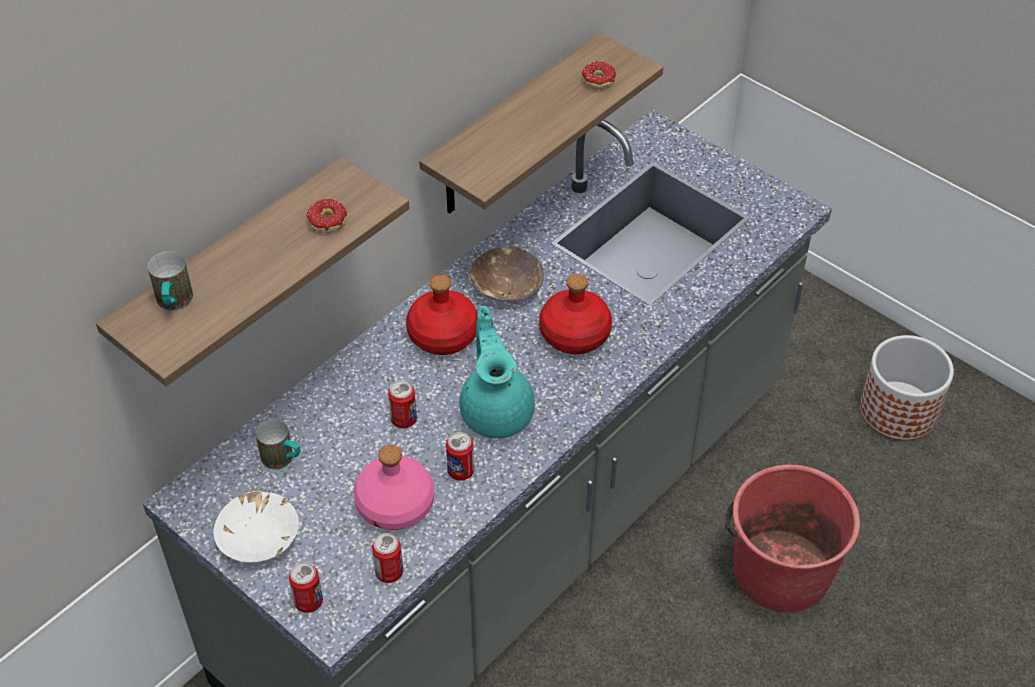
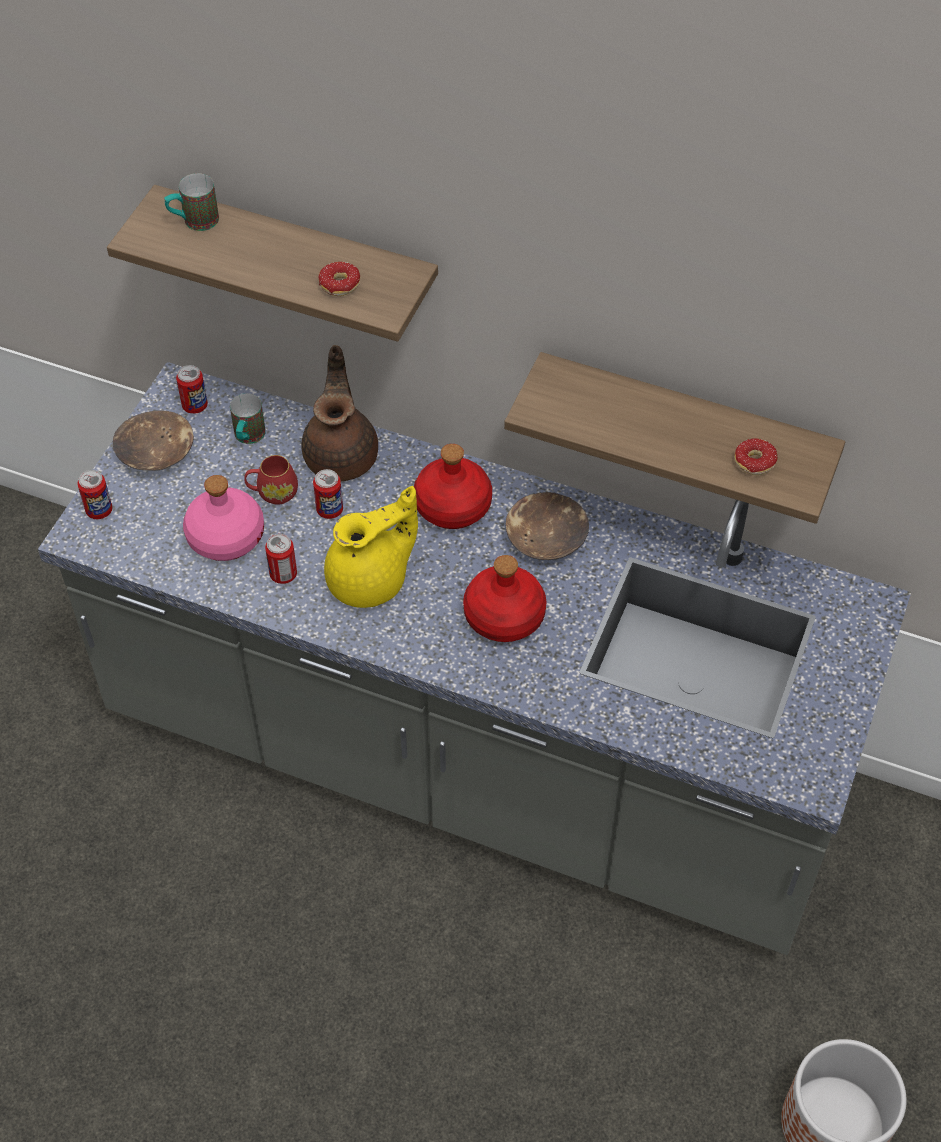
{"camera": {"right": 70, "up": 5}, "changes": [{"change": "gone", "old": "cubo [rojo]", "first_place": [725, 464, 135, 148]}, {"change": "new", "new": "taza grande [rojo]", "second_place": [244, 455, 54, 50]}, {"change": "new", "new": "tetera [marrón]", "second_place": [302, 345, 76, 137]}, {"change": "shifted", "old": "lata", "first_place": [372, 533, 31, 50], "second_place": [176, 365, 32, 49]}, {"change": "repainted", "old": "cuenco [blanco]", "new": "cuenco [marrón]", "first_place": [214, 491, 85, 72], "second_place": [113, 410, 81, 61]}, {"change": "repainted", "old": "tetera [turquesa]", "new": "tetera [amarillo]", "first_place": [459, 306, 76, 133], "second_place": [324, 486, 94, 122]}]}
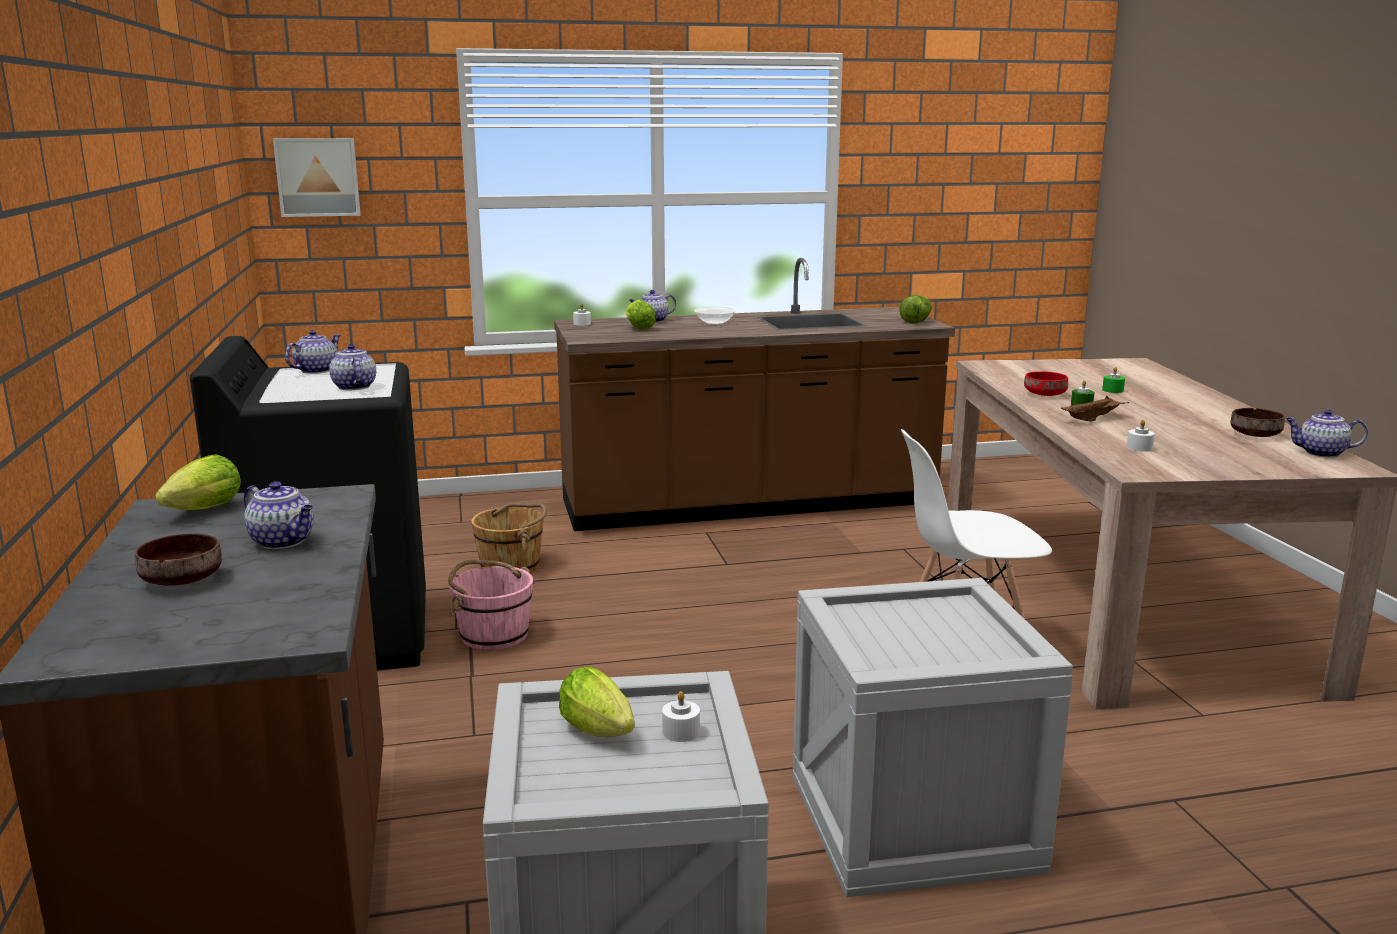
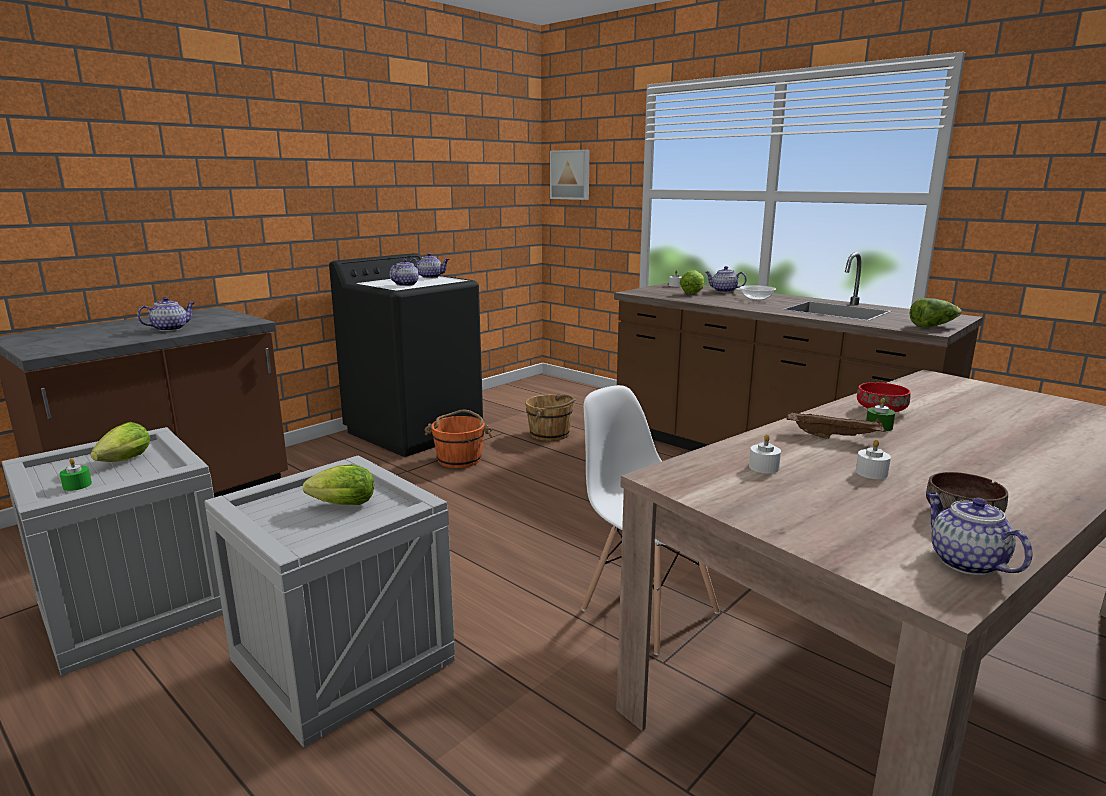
{"camera": {"right": 55, "up": 0}, "changes": [{"change": "gone", "old": "cuenco [marrón]", "first_place": [135, 533, 87, 53]}, {"change": "shifted", "old": "lechuga", "first_place": [155, 454, 86, 56], "second_place": [303, 465, 71, 40]}, {"change": "shifted", "old": "vela [blanco]", "first_place": [662, 691, 38, 51], "second_place": [856, 439, 35, 40]}, {"change": "shifted", "old": "vela [verde]", "first_place": [1102, 367, 23, 26], "second_place": [60, 458, 32, 33]}, {"change": "repainted", "old": "cubo [rosa]", "new": "cubo [naranja]", "first_place": [448, 560, 86, 90], "second_place": [424, 410, 69, 58]}, {"change": "rotated", "old": "tetera", "first_place": [244, 481, 70, 68], "second_place": [137, 297, 58, 34], "degrees": -135}]}
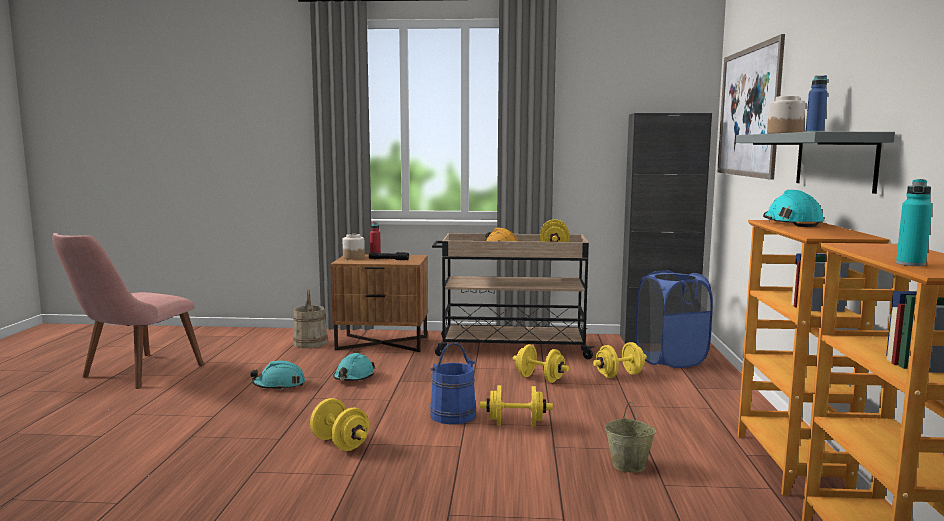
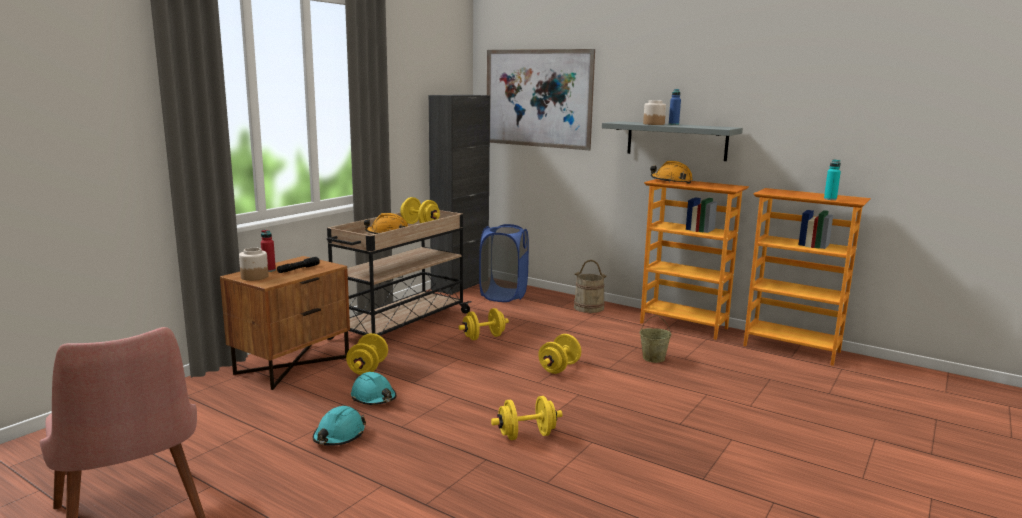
{"camera": {"right": -60, "up": 5}, "changes": [{"change": "gone", "old": "cubo [azul]", "first_place": [430, 342, 46, 82]}, {"change": "shifted", "old": "cubo [beis]", "first_place": [293, 289, 35, 59], "second_place": [574, 260, 33, 53]}, {"change": "shifted", "old": "mancuerna [amarillo]", "first_place": [593, 342, 54, 36], "second_place": [346, 333, 42, 42]}, {"change": "repainted", "old": "casco [turquesa]", "new": "casco [naranja]", "first_place": [763, 190, 61, 37], "second_place": [650, 161, 43, 23]}]}
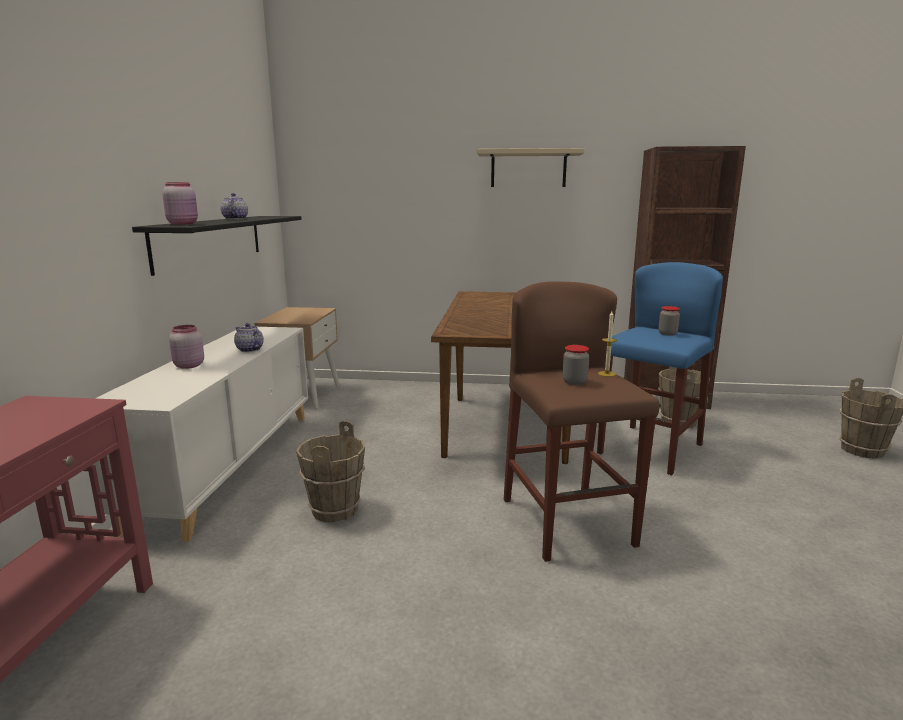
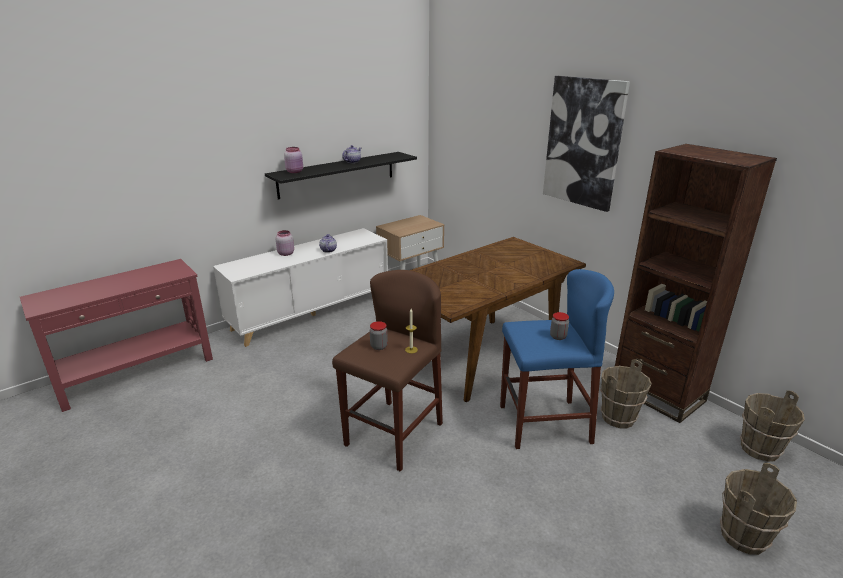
{"camera": {"right": 45, "up": 10}, "changes": [{"change": "shifted", "old": "cubo [marrón]", "first_place": [296, 421, 69, 102], "second_place": [740, 390, 65, 72]}, {"change": "swapped", "old": "estante [beis]", "new": "cuadro", "first_place": [476, 148, 109, 39], "second_place": [543, 76, 87, 136]}]}
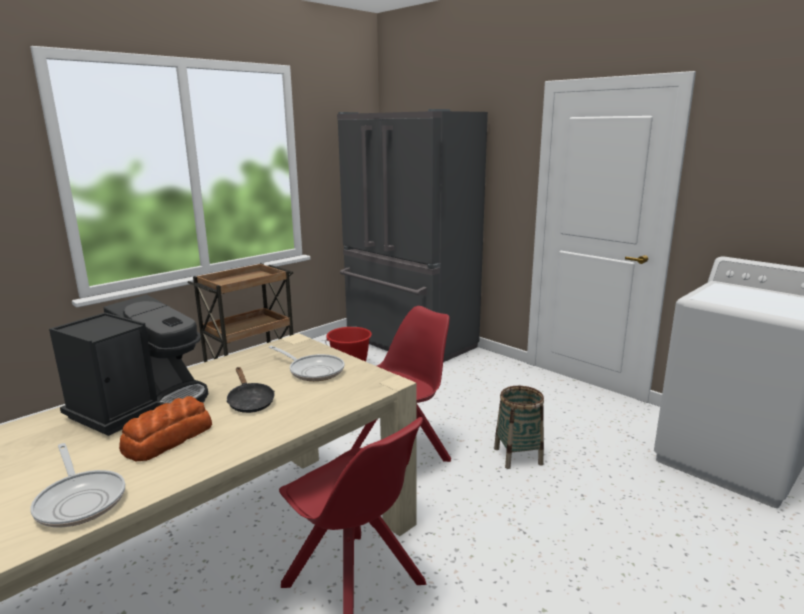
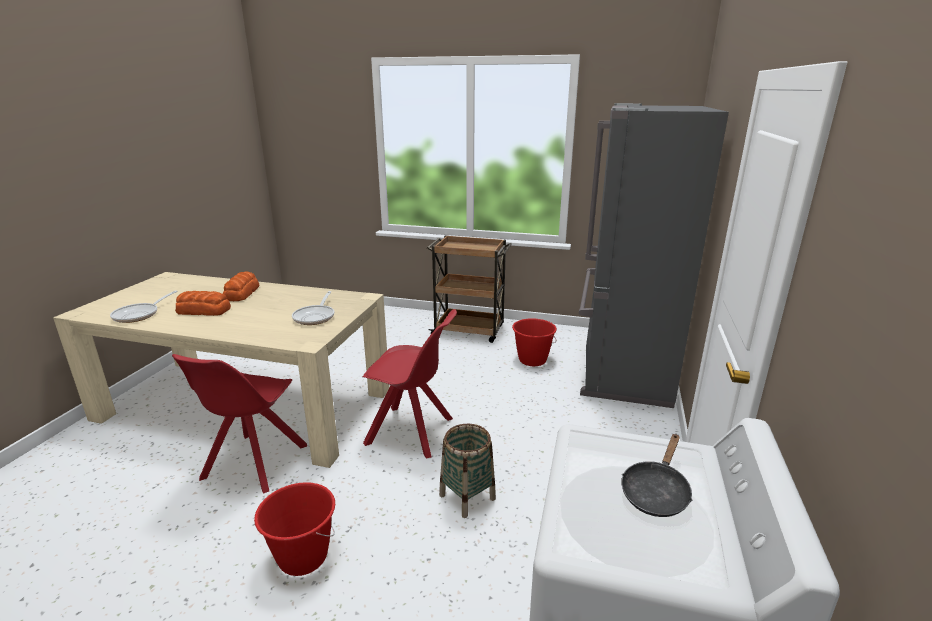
{"camera": {"right": 60, "up": 5}, "changes": [{"change": "new", "new": "cubo [rojo]", "second_place": [254, 482, 81, 94]}, {"change": "shifted", "old": "sartén [negro]", "first_place": [226, 367, 48, 46], "second_place": [621, 434, 71, 83]}, {"change": "swapped", "old": "cafetera", "new": "pan", "first_place": [49, 295, 159, 141], "second_place": [223, 271, 36, 30]}]}
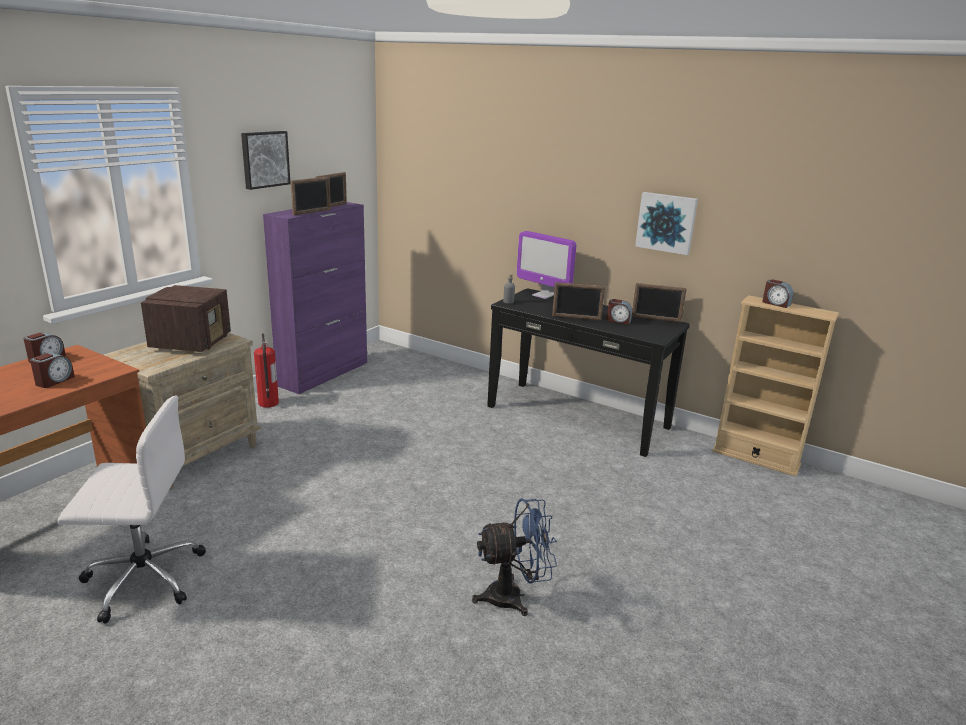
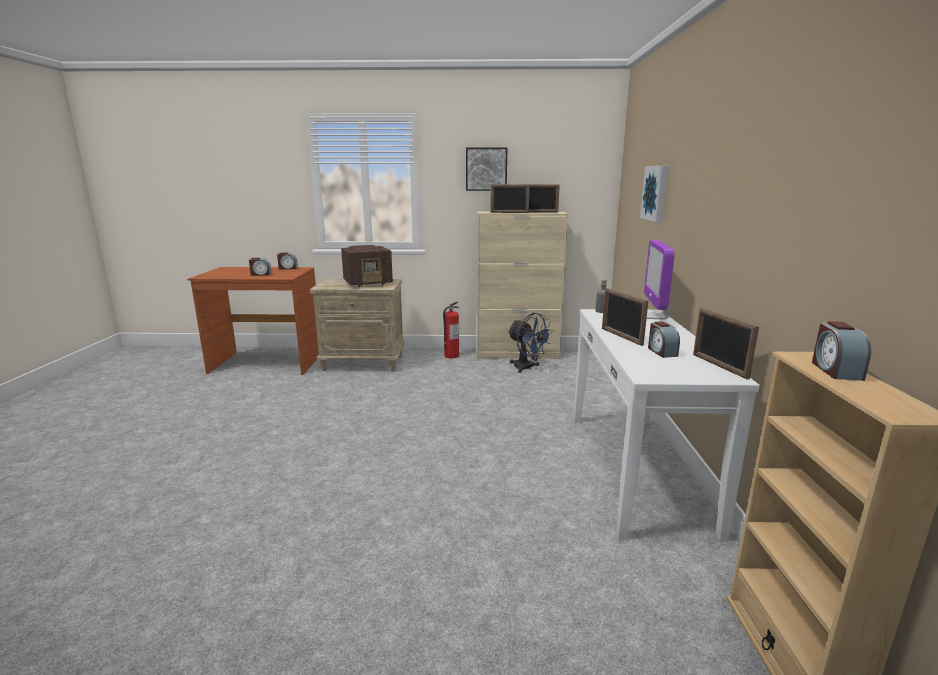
{"camera": {"right": 60, "up": -5}, "changes": [{"change": "gone", "old": "silla de oficina [blanco]", "first_place": [58, 395, 148, 229]}, {"change": "shifted", "old": "ventilador [azul]", "first_place": [472, 498, 85, 118], "second_place": [507, 313, 46, 60]}, {"change": "shifted", "old": "cuadro", "first_place": [635, 192, 63, 63], "second_place": [640, 166, 29, 56]}, {"change": "repainted", "old": "armario [morado]", "new": "armario [beis]", "first_place": [263, 202, 104, 192], "second_place": [477, 212, 91, 147]}, {"change": "repainted", "old": "mesa consola [negro]", "new": "mesa consola [blanco]", "first_place": [487, 288, 203, 169], "second_place": [573, 309, 187, 232]}]}
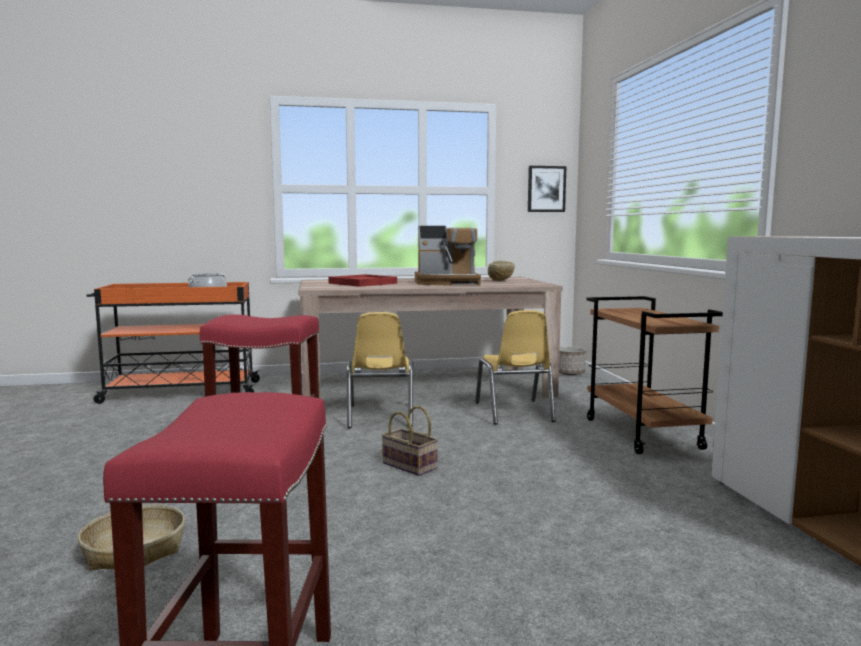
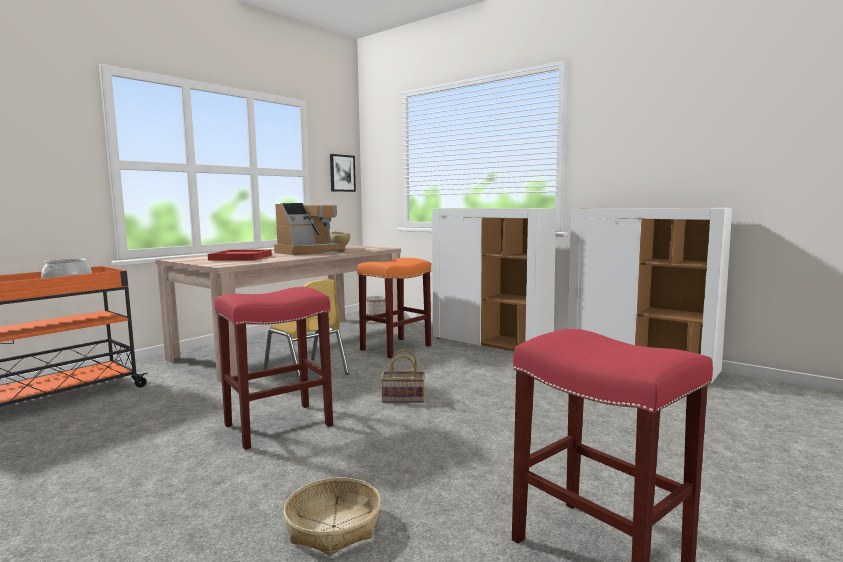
{"camera": {"right": -40, "up": 0}, "changes": [{"change": "swapped", "old": "silla [amarillo]", "new": "taburete [naranja]", "first_place": [475, 310, 81, 114], "second_place": [357, 258, 74, 101]}, {"change": "swapped", "old": "carrito [marrón]", "new": "armario [blanco]", "first_place": [586, 296, 137, 158], "second_place": [432, 208, 124, 144]}]}
